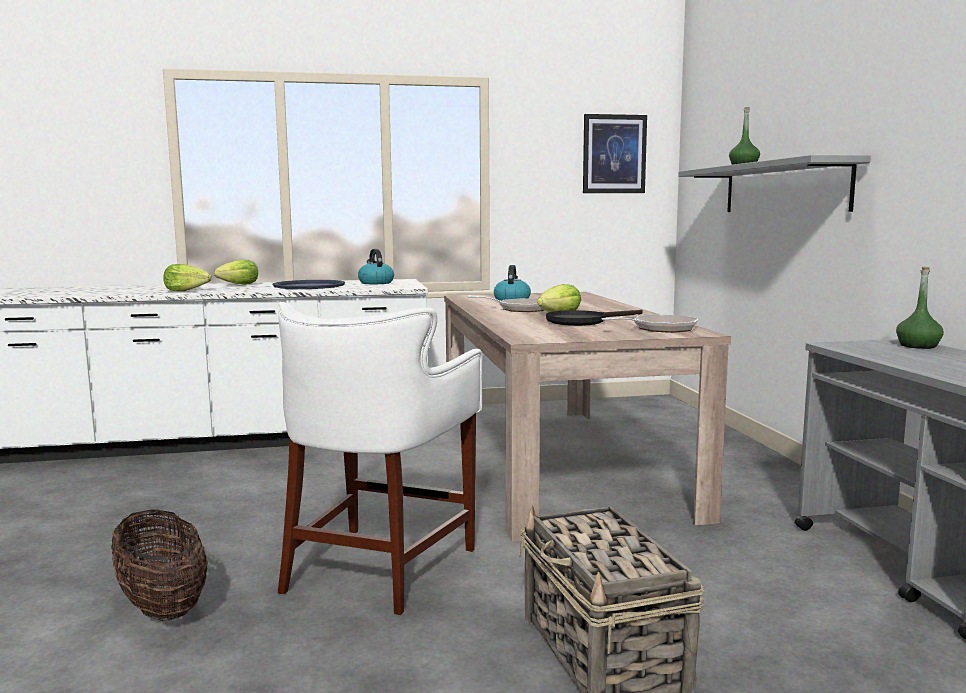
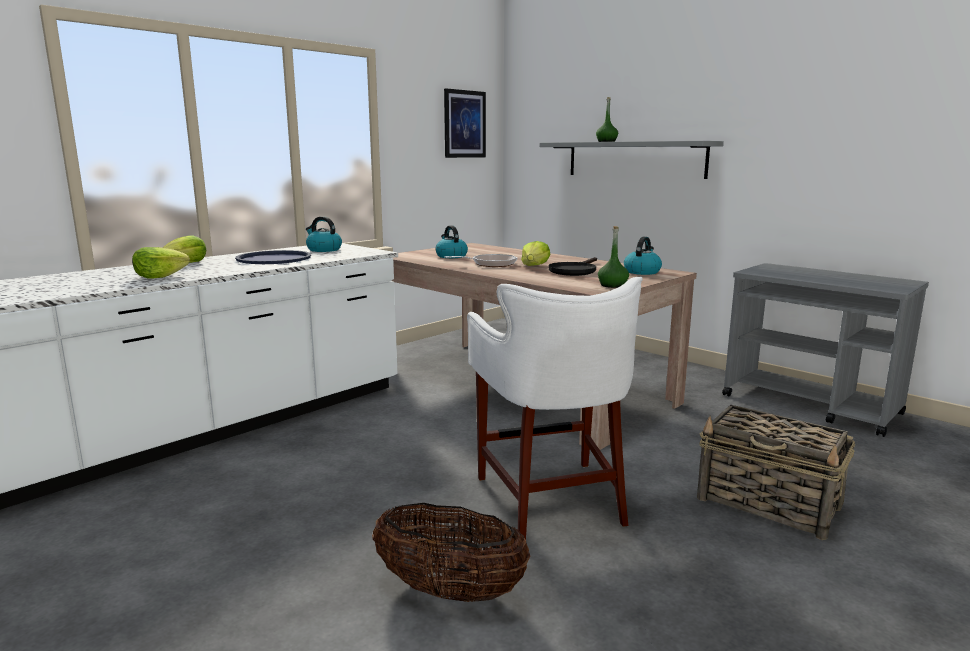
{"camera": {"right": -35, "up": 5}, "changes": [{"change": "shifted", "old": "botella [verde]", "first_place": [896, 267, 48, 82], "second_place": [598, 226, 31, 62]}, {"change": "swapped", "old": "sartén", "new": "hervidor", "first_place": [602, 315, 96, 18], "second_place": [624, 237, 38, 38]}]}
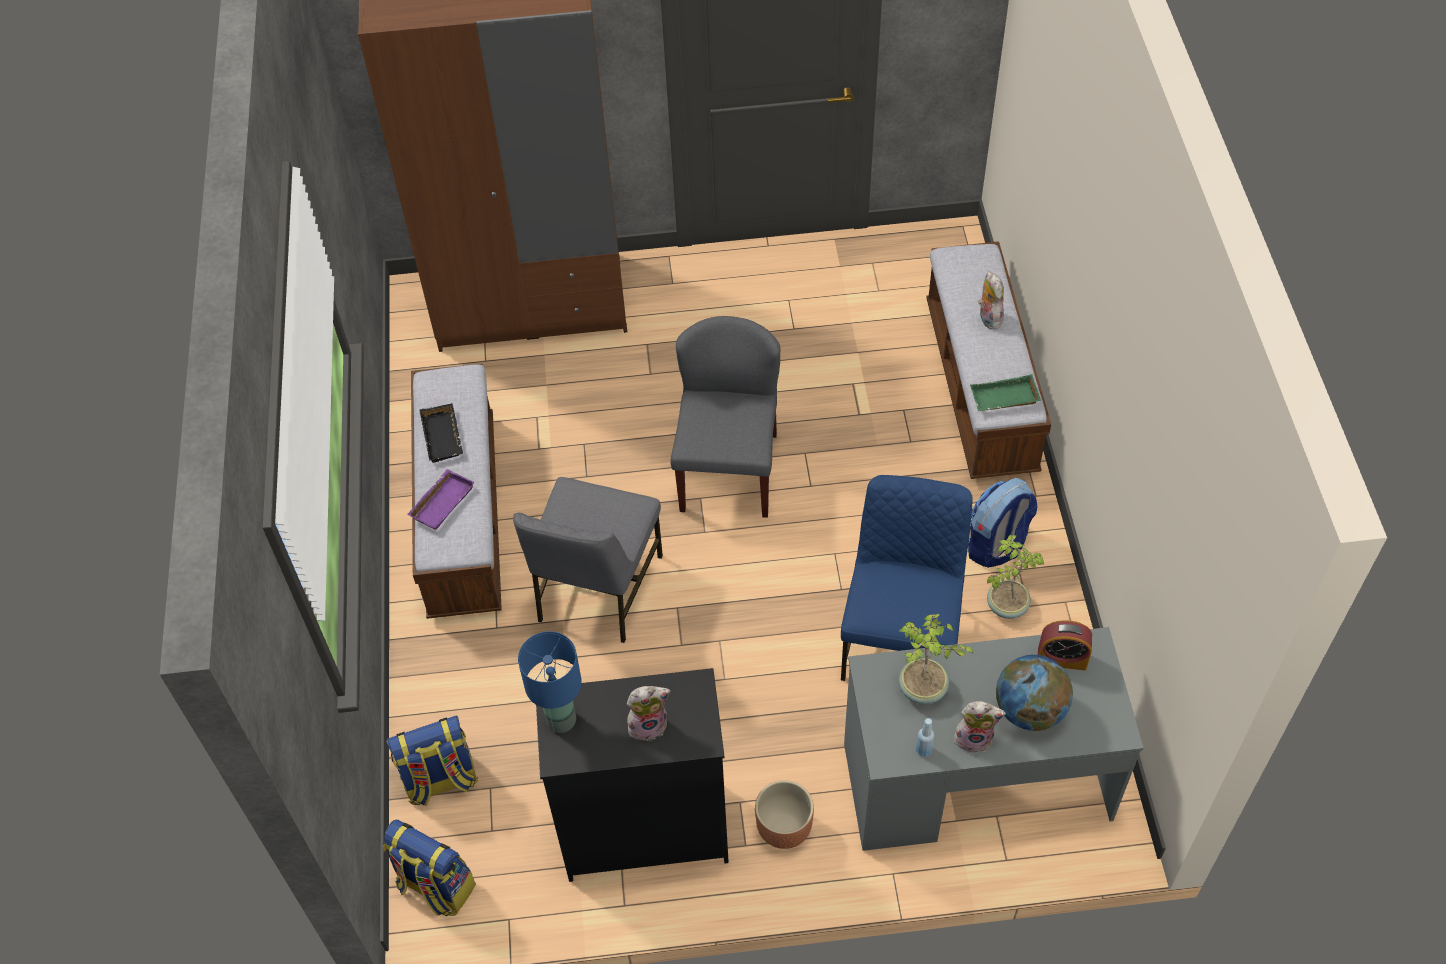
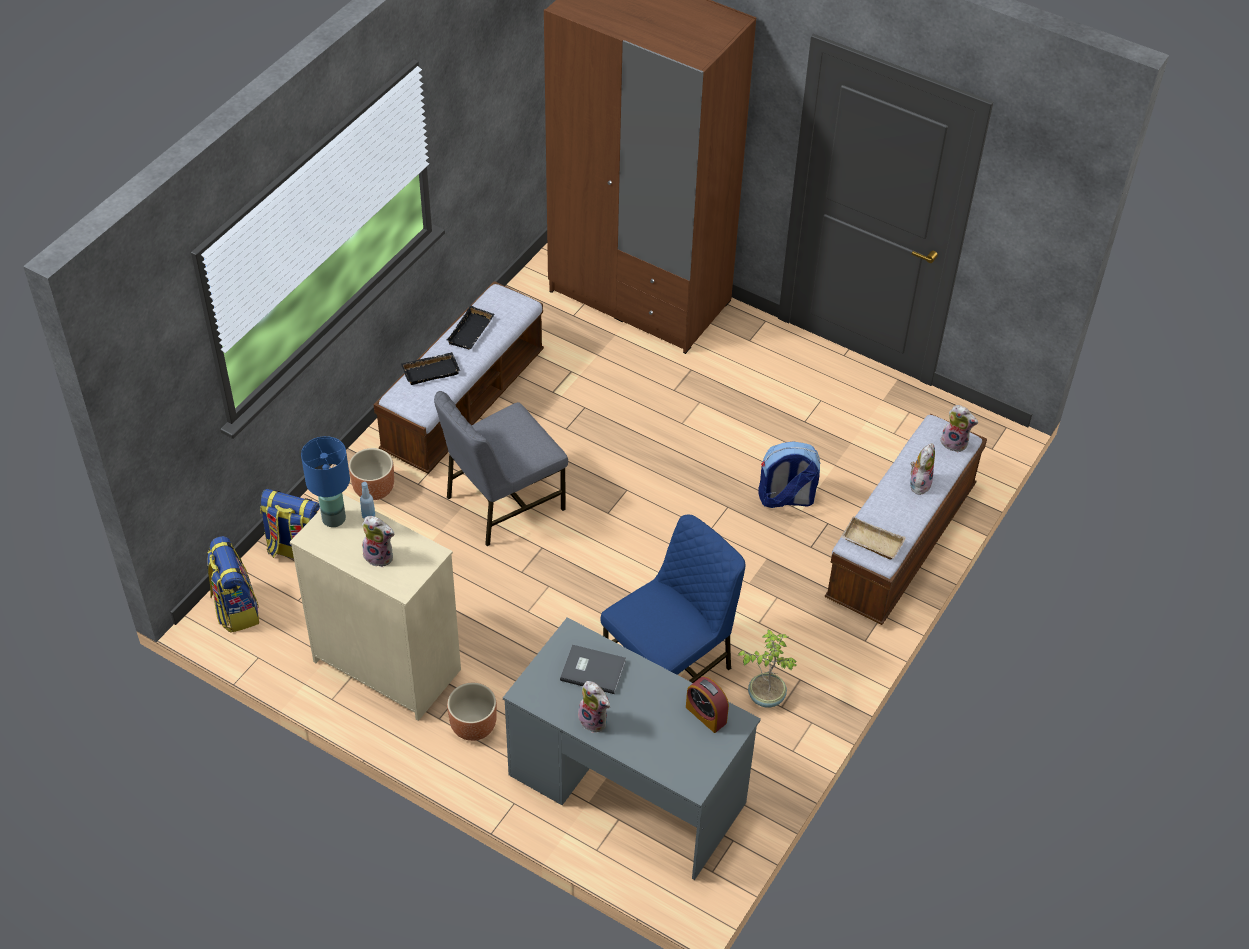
{"camera": {"right": 35, "up": -5}, "changes": [{"change": "gone", "old": "silla [gris]", "first_place": [671, 316, 109, 202]}, {"change": "gone", "old": "globo terráqueo", "first_place": [996, 655, 77, 76]}, {"change": "new", "new": "maceta [marrón]", "second_place": [349, 448, 45, 52]}, {"change": "new", "new": "peluche", "second_place": [940, 405, 38, 48]}, {"change": "shifted", "old": "botella [azul]", "first_place": [916, 718, 18, 39], "second_place": [360, 482, 15, 37]}, {"change": "shifted", "old": "mochila", "first_place": [968, 478, 69, 90], "second_place": [758, 441, 63, 67]}, {"change": "swapped", "old": "planta en maceta", "new": "libro [gris]", "first_place": [899, 614, 75, 91], "second_place": [560, 645, 66, 49]}, {"change": "repainted", "old": "bandeja [morado]", "new": "bandeja [negro]", "first_place": [407, 469, 68, 61], "second_place": [401, 352, 59, 33]}, {"change": "repainted", "old": "cómoda [negro]", "new": "cómoda [beis]", "first_place": [536, 668, 193, 214], "second_place": [290, 494, 171, 227]}, {"change": "repainted", "old": "bandeja [verde]", "new": "bandeja [beis]", "first_place": [970, 374, 71, 37], "second_place": [841, 516, 65, 44]}]}
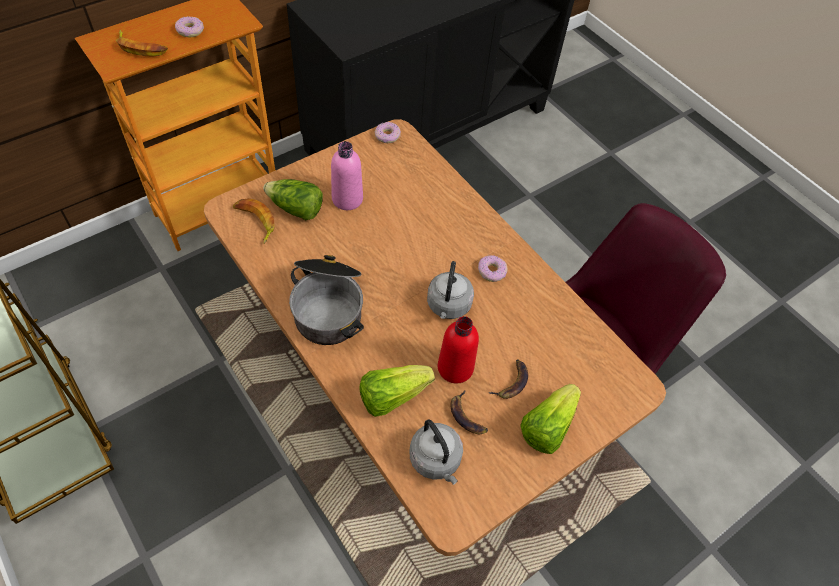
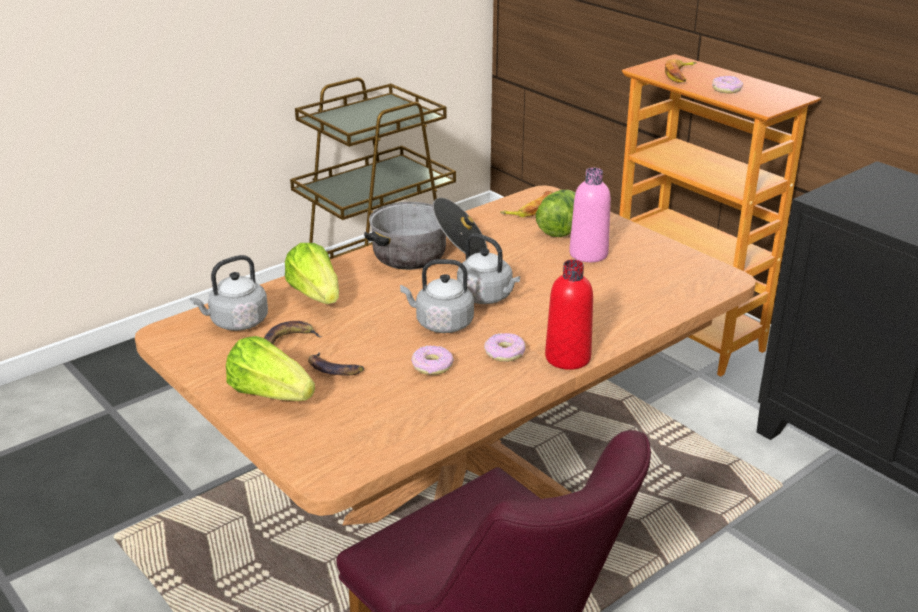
{"camera": {"right": 90, "up": -25}, "changes": [{"change": "new", "new": "hervidor [gris]", "second_place": [457, 233, 63, 71]}, {"change": "shifted", "old": "rosquilla", "first_place": [375, 122, 26, 21], "second_place": [411, 345, 43, 30]}, {"change": "shifted", "old": "botella [rojo]", "first_place": [438, 316, 41, 68], "second_place": [545, 260, 48, 110]}]}
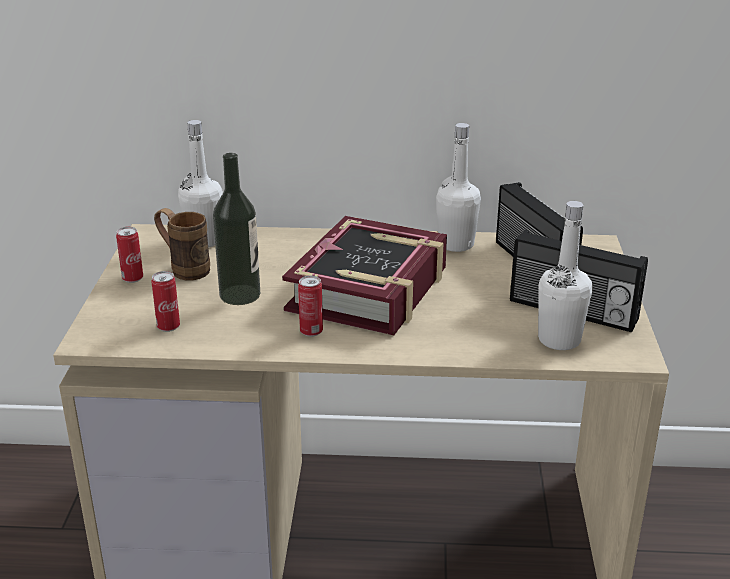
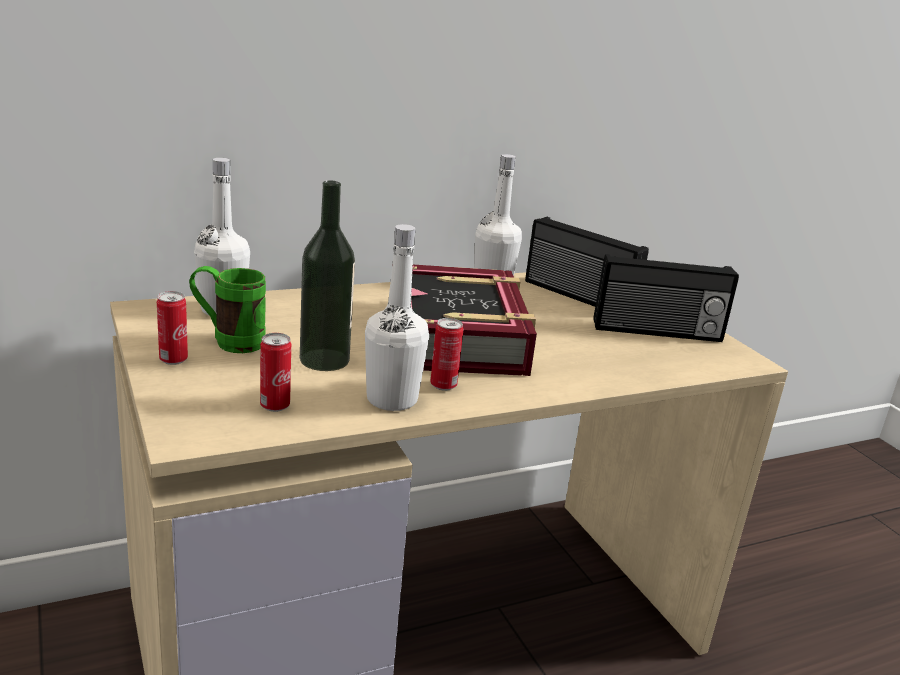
{"camera": {"right": -30, "up": -5}, "changes": [{"change": "shifted", "old": "botella [blanco]", "first_place": [538, 201, 55, 149], "second_place": [365, 224, 64, 187]}, {"change": "repainted", "old": "taza grande [marrón]", "new": "taza grande [verde]", "first_place": [154, 208, 56, 72], "second_place": [189, 266, 77, 87]}]}
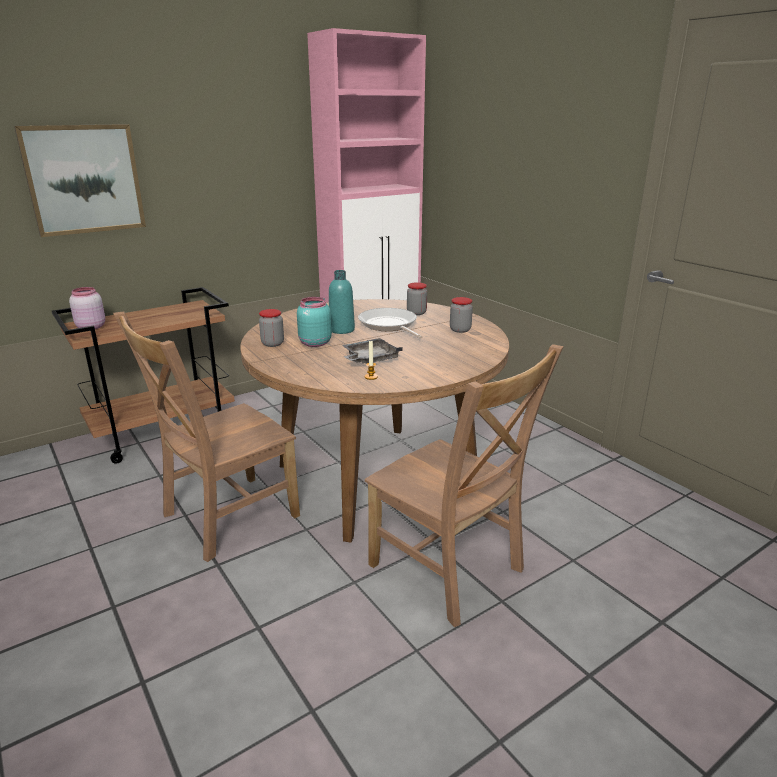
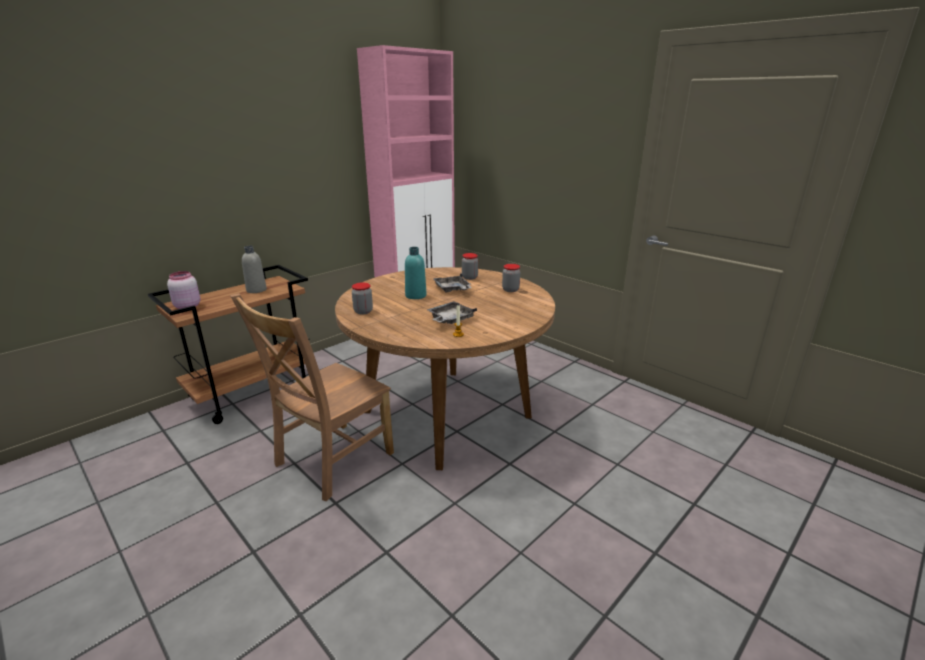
{"camera": {"right": -10, "up": 0}, "changes": [{"change": "gone", "old": "cuadro", "first_place": [14, 124, 132, 113]}, {"change": "gone", "old": "tarro [turquesa]", "first_place": [297, 297, 35, 50]}, {"change": "gone", "old": "silla [marrón]", "first_place": [365, 344, 199, 283]}, {"change": "new", "new": "botella [gris]", "second_place": [242, 246, 25, 47]}, {"change": "swapped", "old": "sartén", "new": "bandeja [gris]", "first_place": [358, 308, 64, 31], "second_place": [433, 273, 39, 19]}]}
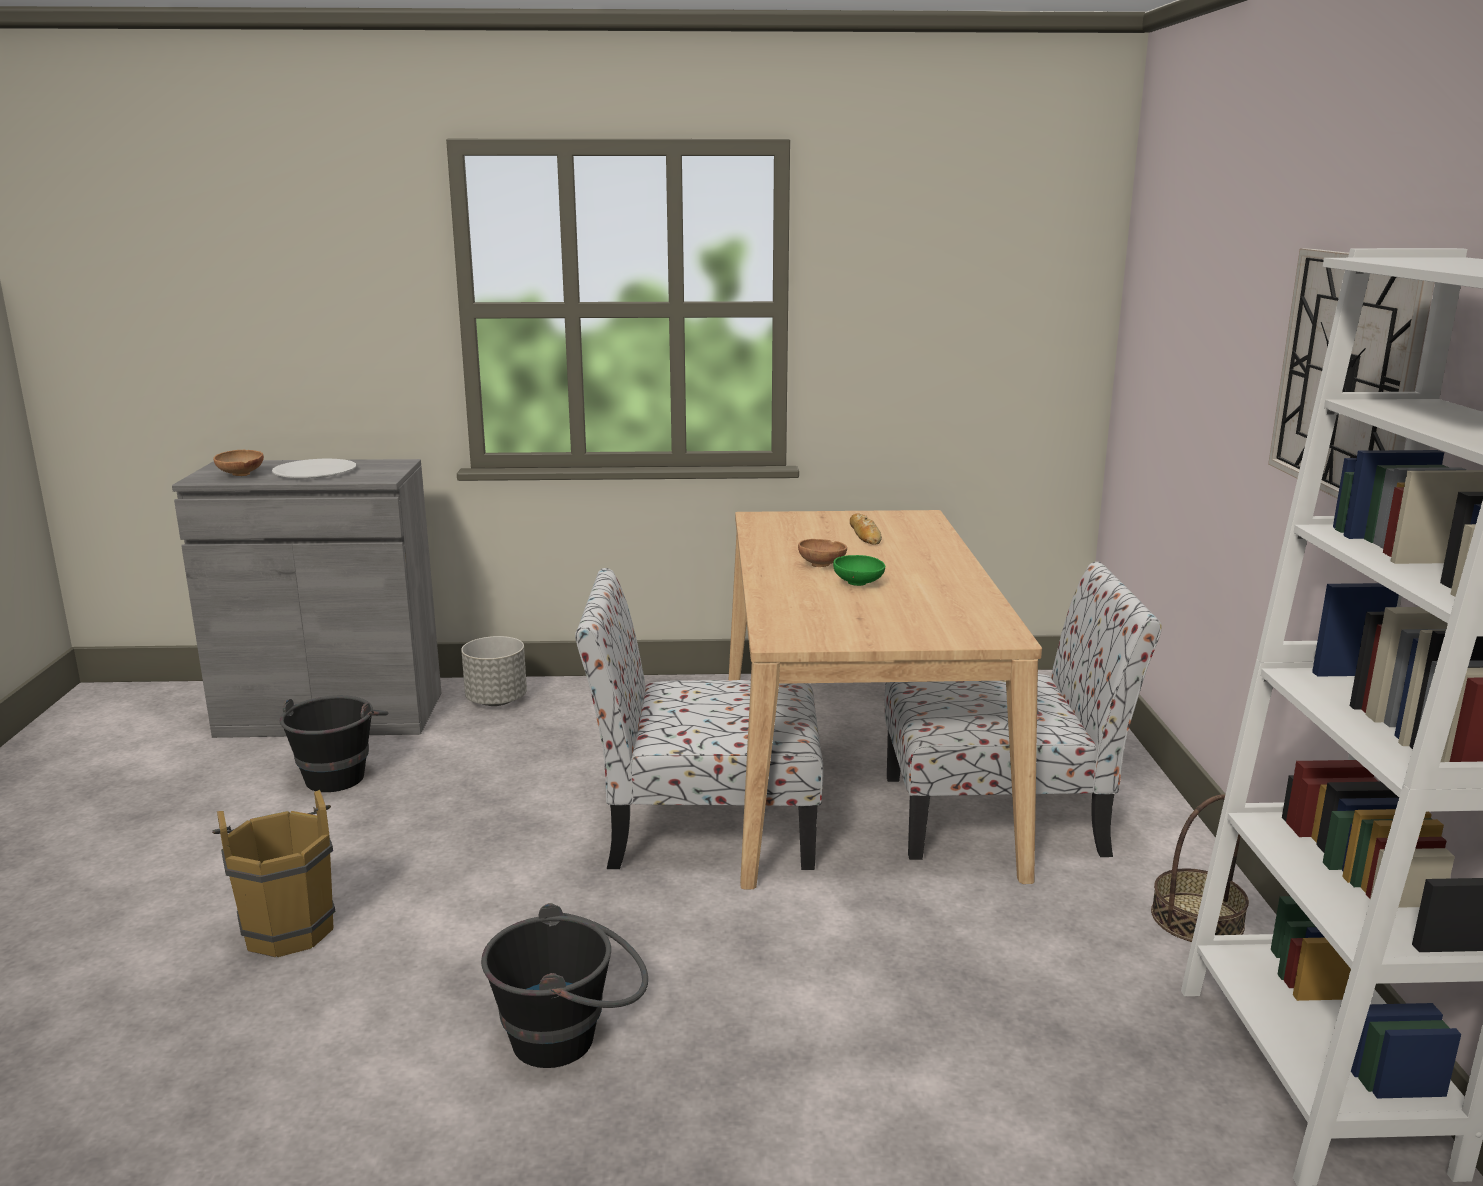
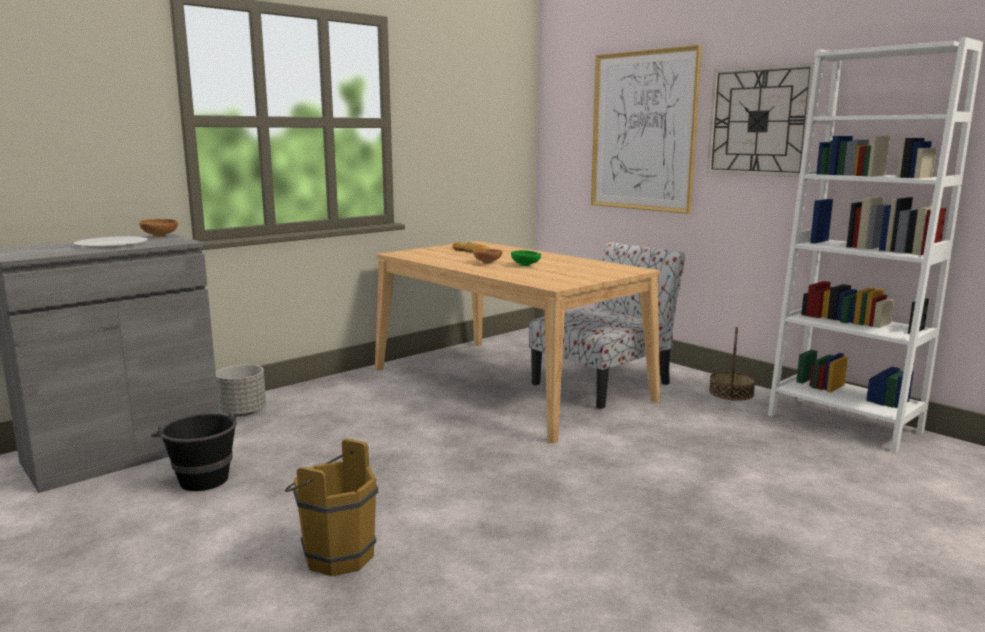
{"camera": {"right": -40, "up": -5}, "changes": [{"change": "gone", "old": "cubo [negro]", "first_place": [481, 903, 167, 165]}, {"change": "gone", "old": "silla", "first_place": [575, 568, 249, 302]}, {"change": "new", "new": "cuadro", "second_place": [591, 45, 111, 169]}, {"change": "shifted", "old": "cuenco [marrón]", "first_place": [213, 450, 51, 26], "second_place": [139, 219, 39, 18]}]}
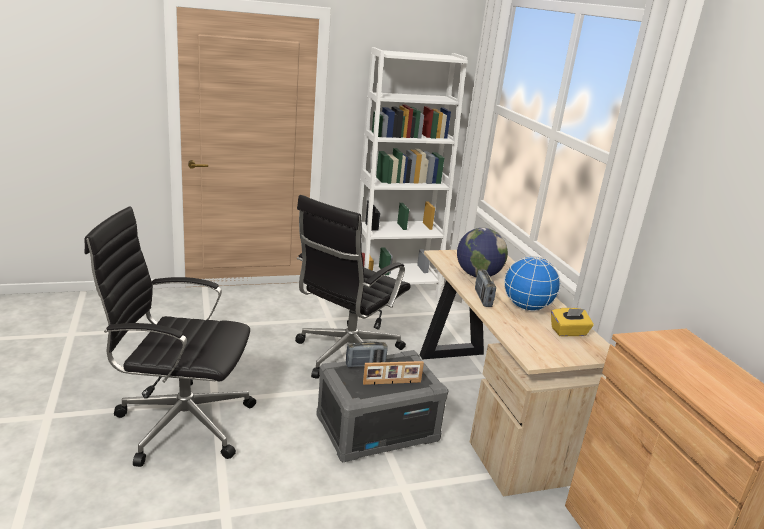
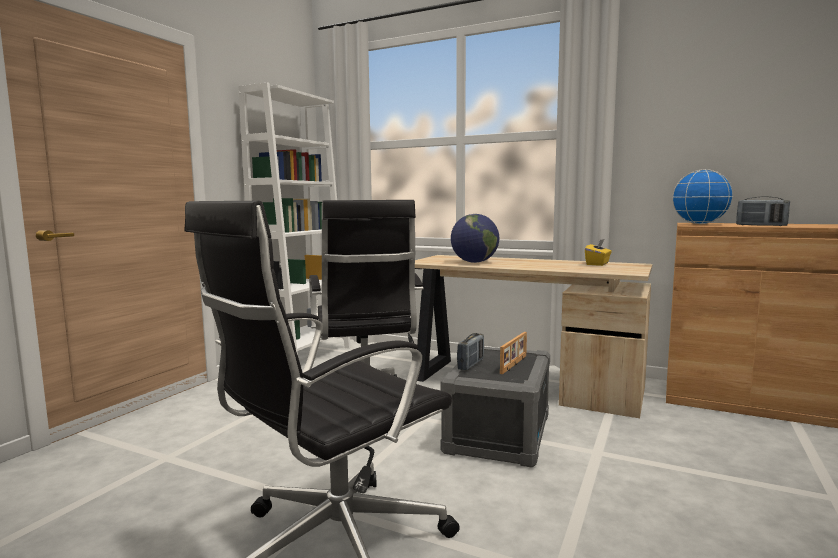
{"camera": {"right": -45, "up": -15}, "changes": [{"change": "shifted", "old": "radio", "first_place": [475, 269, 21, 38], "second_place": [736, 196, 54, 30]}, {"change": "shifted", "old": "globo terráqueo", "first_place": [504, 256, 57, 55], "second_place": [672, 169, 62, 55]}]}
